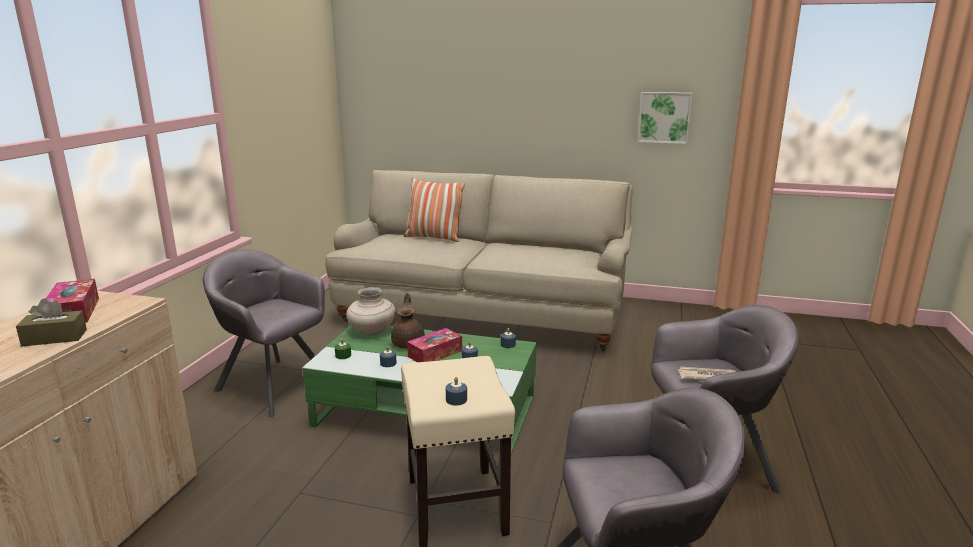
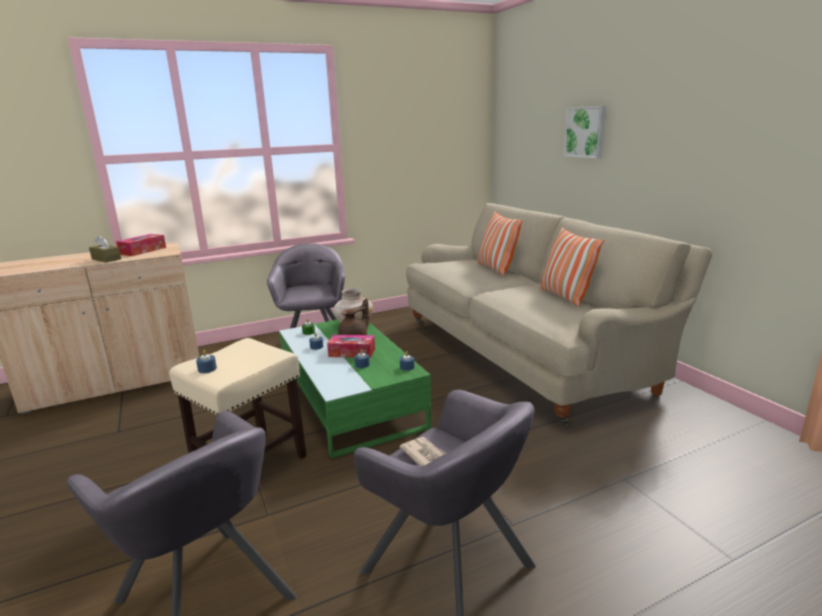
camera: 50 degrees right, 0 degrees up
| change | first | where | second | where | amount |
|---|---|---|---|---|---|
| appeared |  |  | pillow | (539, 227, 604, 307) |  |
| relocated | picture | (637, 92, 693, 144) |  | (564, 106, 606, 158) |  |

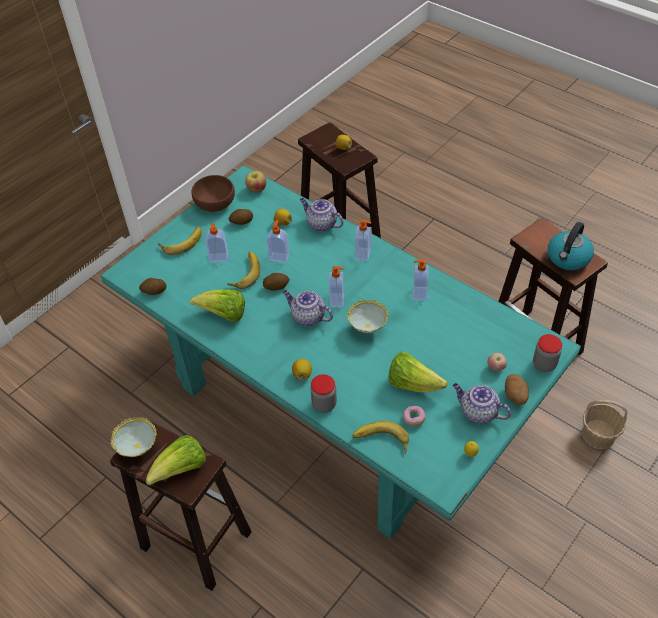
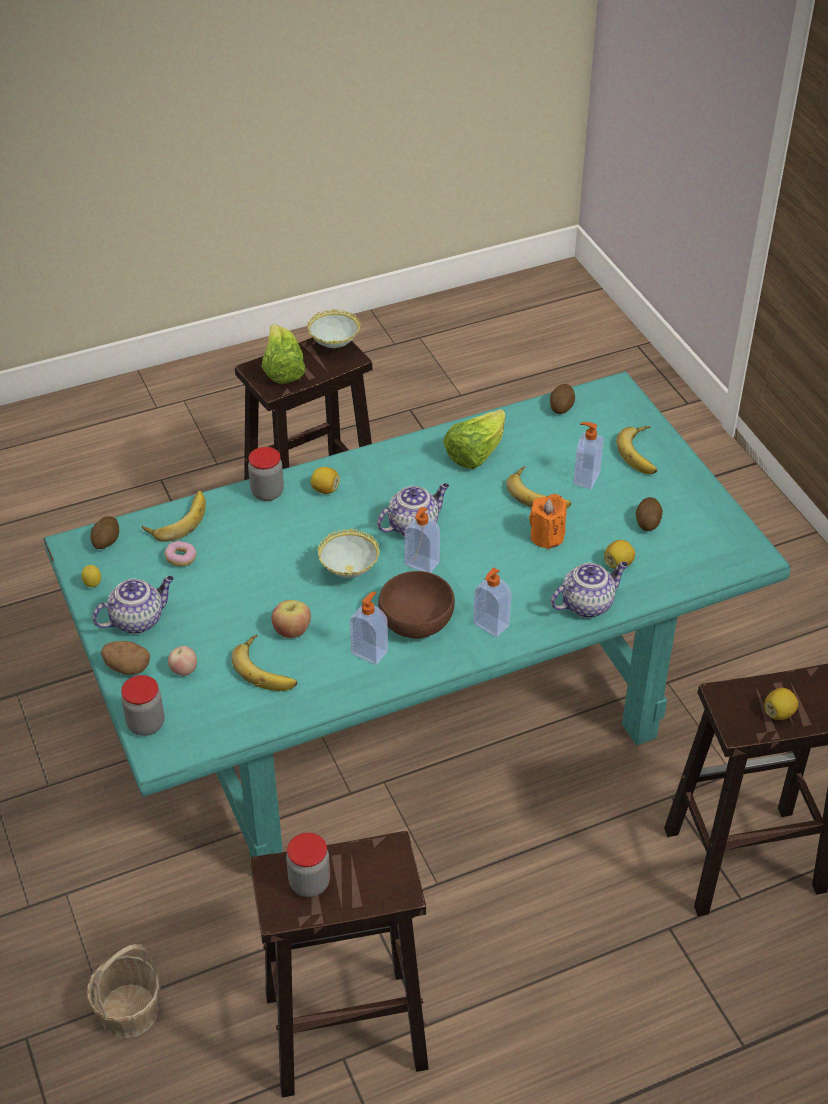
camera: 115 degrees right, 5 degrees down
| change | first | where | second | where | amount |
|---|---|---|---|---|---|
| relocated | potato | (263, 273, 289, 291) |  | (91, 516, 119, 549) |  |
| appeared |  |  | banana | (231, 634, 297, 691) |  |
| relocated | apple | (245, 171, 266, 192) |  | (272, 600, 311, 638) |  |
| exchanged | kettle | (548, 222, 594, 270) | jar | (286, 833, 330, 897) |  |
| relocated | bowl (brown) | (191, 175, 235, 212) |  | (378, 571, 455, 639) |  |
| exchanged | soap dispenser | (267, 220, 290, 263) | candle (orange) | (529, 494, 567, 549) |  |
| missing | lettuce | (388, 352, 448, 393) |  |  |  |

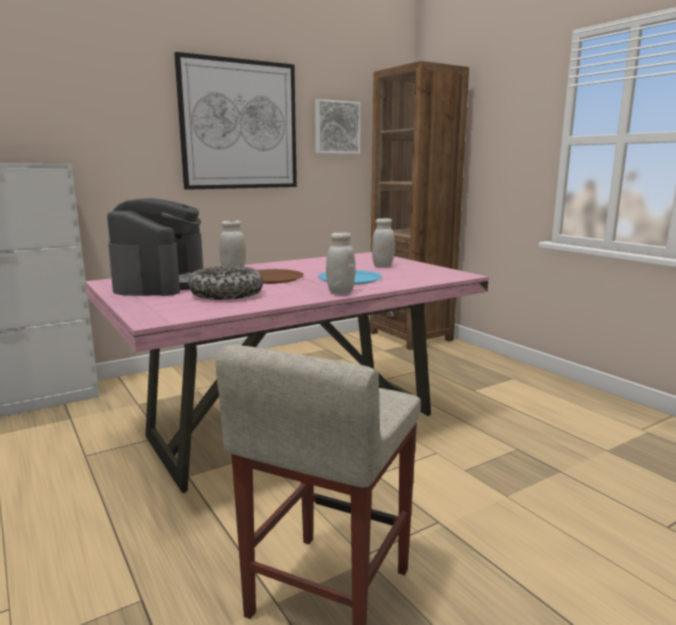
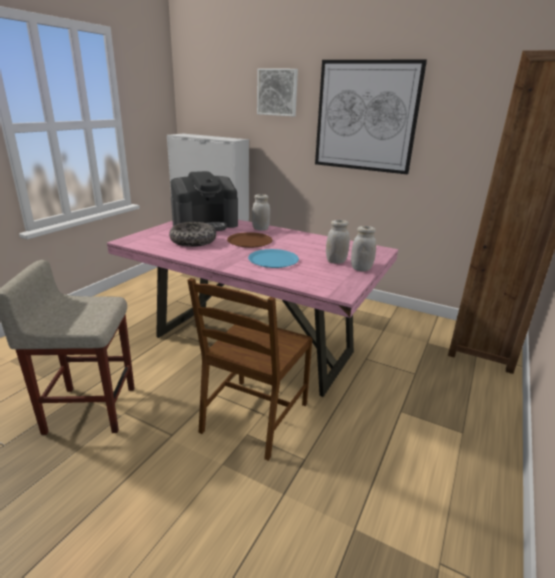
camera: 60 degrees right, 10 degrees up
| change | first | where | second | where | amount |
|---|---|---|---|---|---|
| appeared |  |  | chair (brown) | (188, 278, 313, 461) |  |
| relocated | picture | (315, 99, 361, 154) |  | (257, 68, 298, 116) |  |
| relocated | jar (white) | (326, 232, 355, 294) |  | (351, 226, 376, 271) |  |

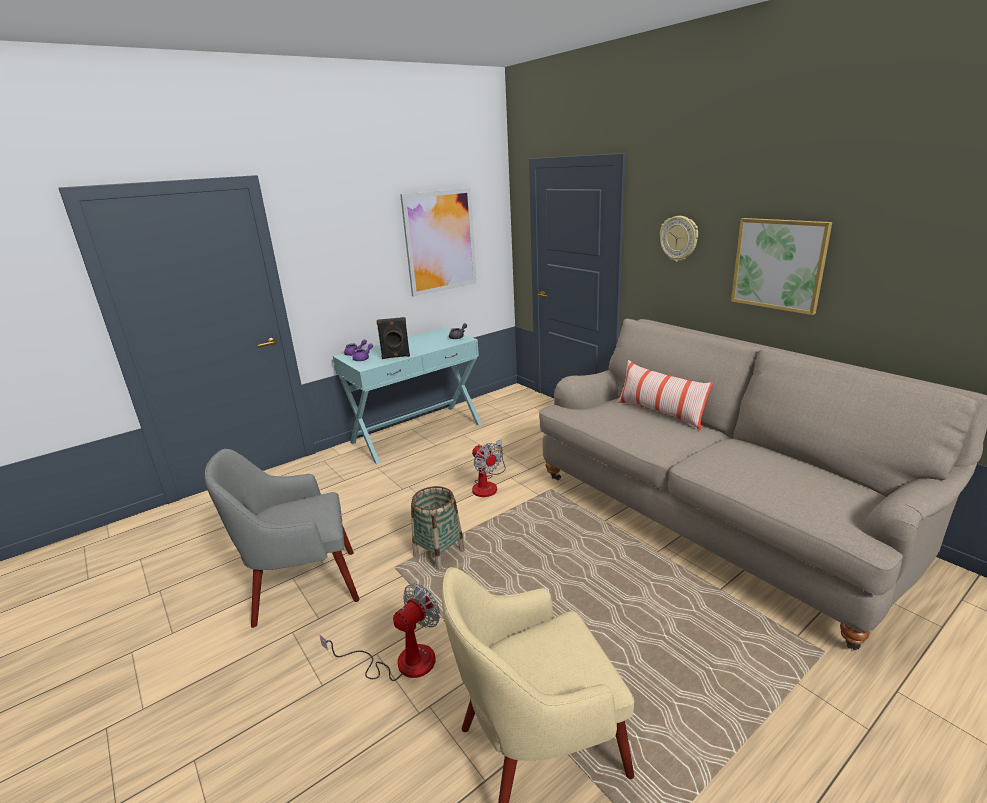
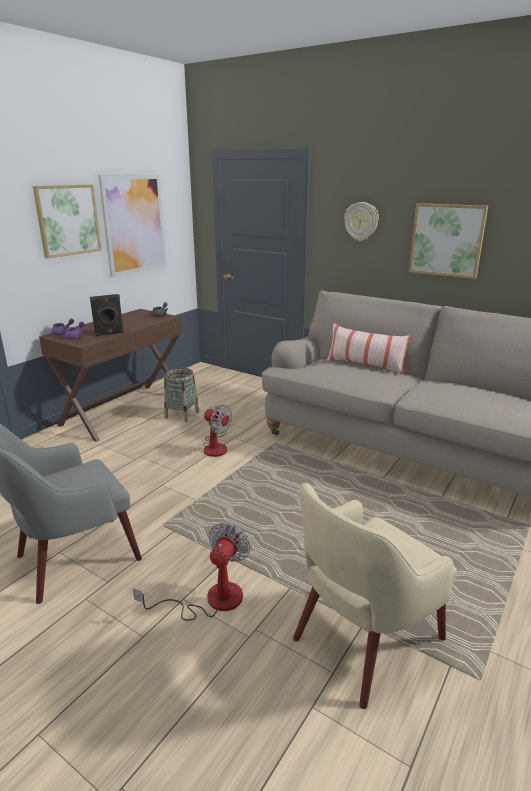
camera: 20 degrees left, 0 degrees up
| change | first | where | second | where | amount |
|---|---|---|---|---|---|
| appeared |  |  | picture | (33, 185, 101, 259) |  |
| colour | console table (turquoise) | (333, 328, 482, 464) | console table (brown) | (39, 309, 182, 442) |  |
| relocated | basket | (411, 486, 465, 570) |  | (164, 368, 199, 422) |  |

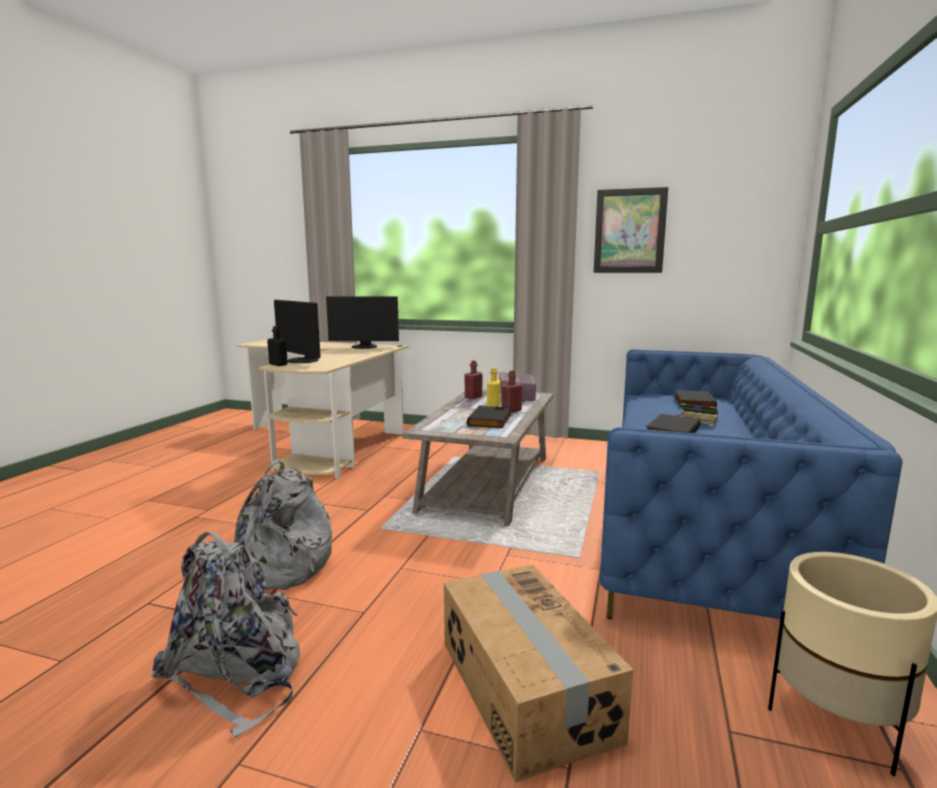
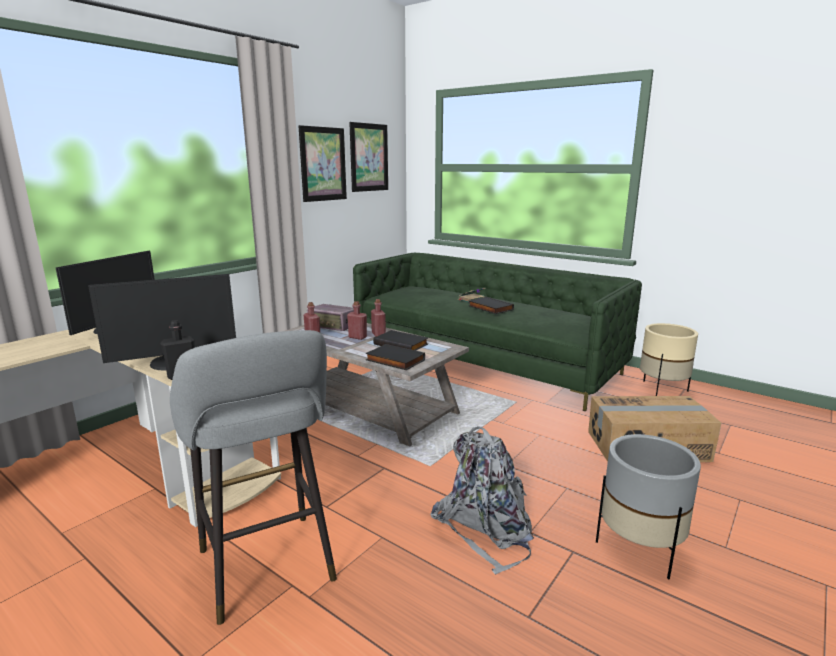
camera: 70 degrees left, 5 degrees up
| change | first | where | second | where | amount |
|---|---|---|---|---|---|
| appeared |  |  | stool (grey) | (170, 330, 337, 625) |  |
| colour | bottle (yellow) | (487, 367, 500, 407) | bottle (red) | (347, 301, 367, 340) |  |
| appeared |  |  | picture | (349, 122, 388, 192) |  |
| colour | sofa (blue) | (600, 350, 903, 619) | sofa (green) | (353, 252, 642, 411) |  |
| relocated | book (black) | (674, 390, 717, 407) |  | (365, 344, 425, 370) |  |
| exchanged | backpack (grey) | (151, 532, 300, 738) | planter (grey) | (596, 434, 701, 580) |  |

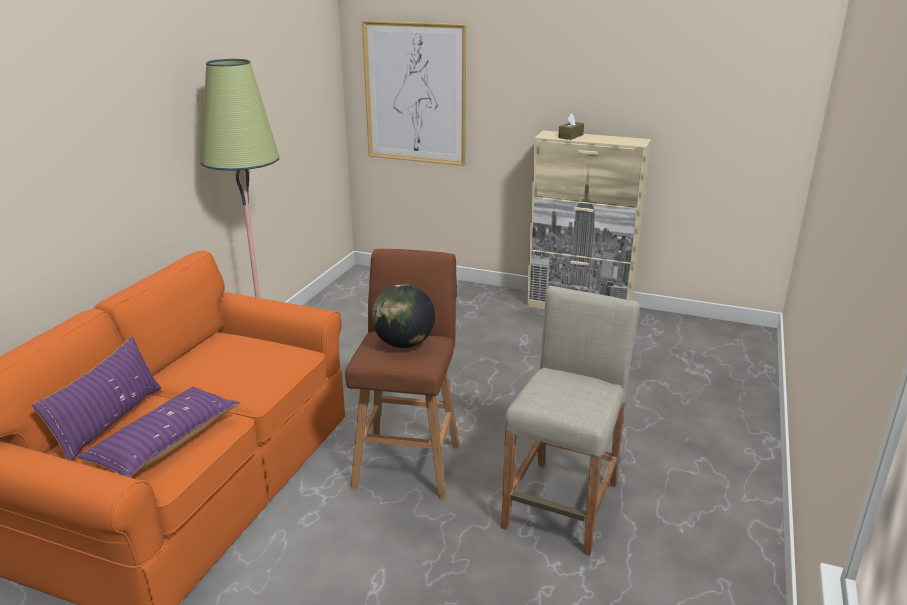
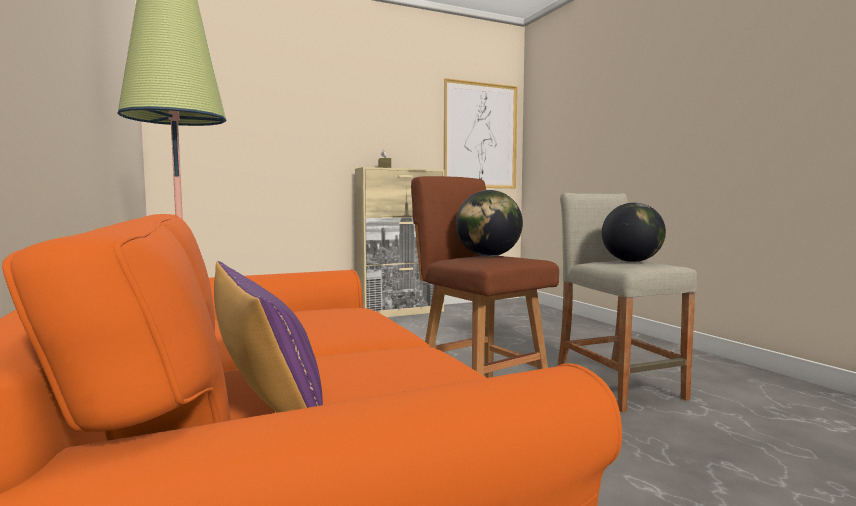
camera: 45 degrees left, 20 degrees down
| change | first | where | second | where | amount |
|---|---|---|---|---|---|
| relocated | picture | (362, 21, 466, 166) |  | (444, 78, 518, 188) |  |
| appeared |  |  | globe | (602, 203, 666, 262) |  |
| missing | pillow (purple) | (77, 387, 240, 477) |  |  |  |

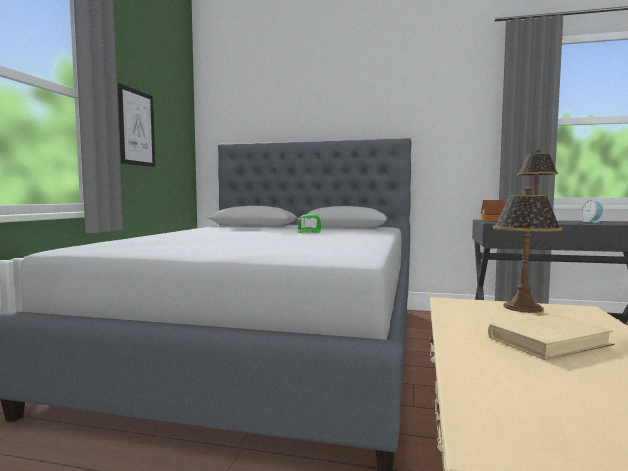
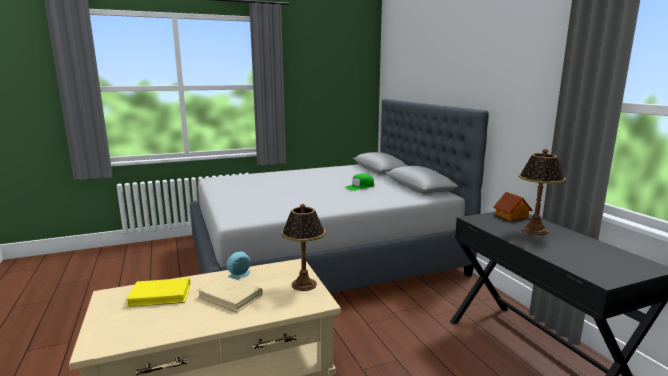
camera: 55 degrees right, 10 degrees up
| change | first | where | second | where | amount |
|---|---|---|---|---|---|
| appeared |  |  | book (yellow) | (126, 278, 190, 307) |  |
| relocated | alarm clock | (582, 200, 603, 223) |  | (227, 251, 250, 279) |  |
| missing | picture | (118, 83, 155, 167) |  |  |  |

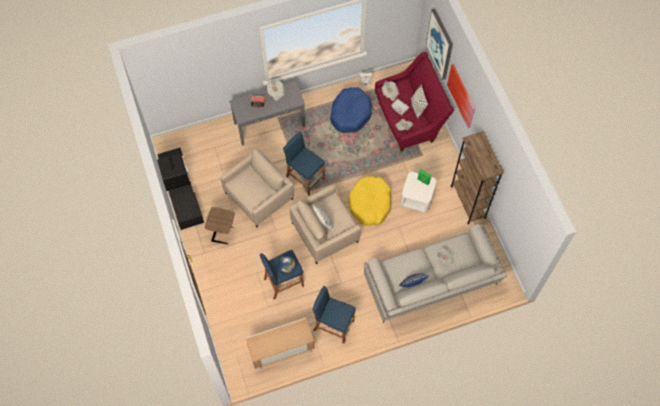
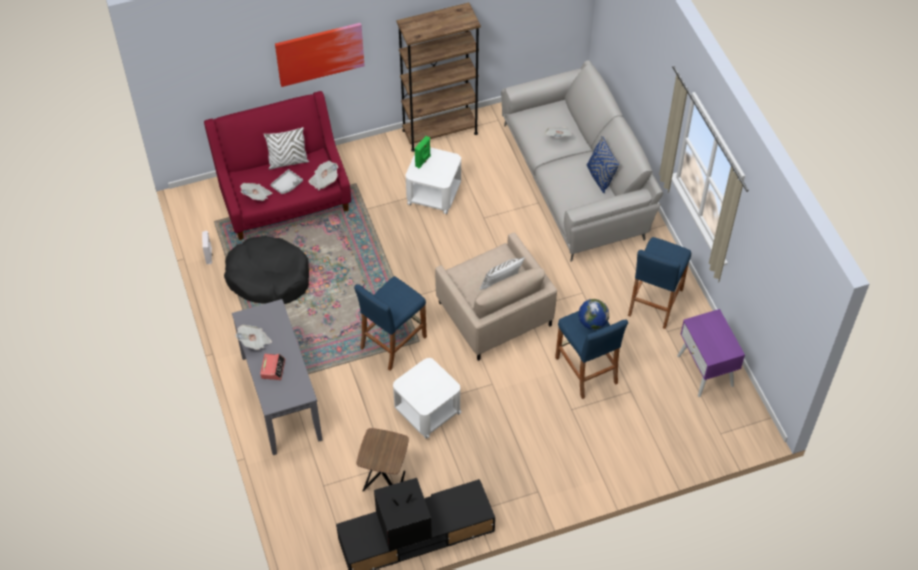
camera: 90 degrees left, 10 degrees down
| change | first | where | second | where | amount |
|---|---|---|---|---|---|
| colour | dog bed (blue) | (330, 87, 372, 133) | dog bed (black) | (224, 236, 309, 304) |  |
| relocated | side table (brown) | (205, 207, 235, 244) |  | (356, 428, 409, 492) |  |
| exchanged | armchair (beige) | (220, 148, 294, 227) | side table (white) | (393, 358, 462, 439) |  |
| exchanged | cabinet | (246, 318, 315, 371) | nightstand (purple) | (677, 309, 745, 397) |  |
| missing | dog bed (yellow) | (348, 176, 391, 226) |  |  |  |
| missing | picture | (426, 8, 453, 80) |  |  |  |

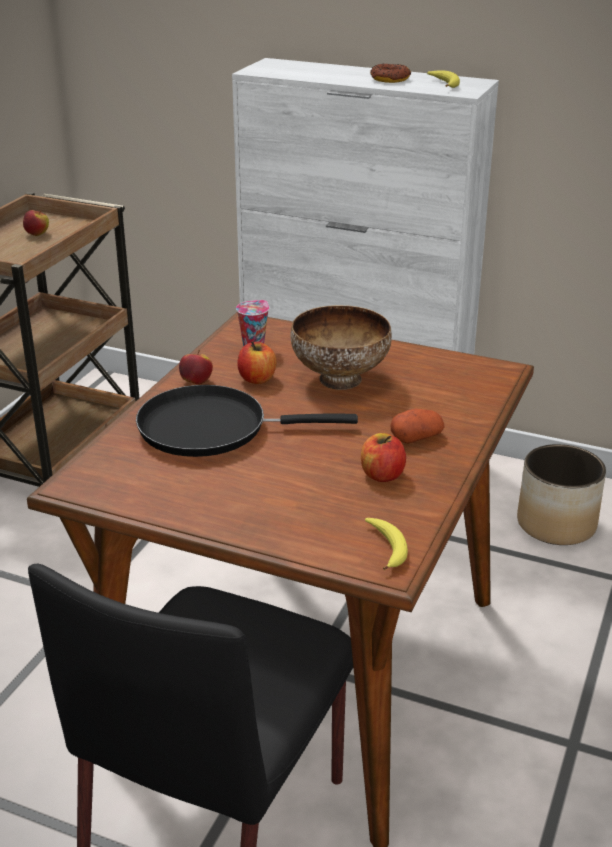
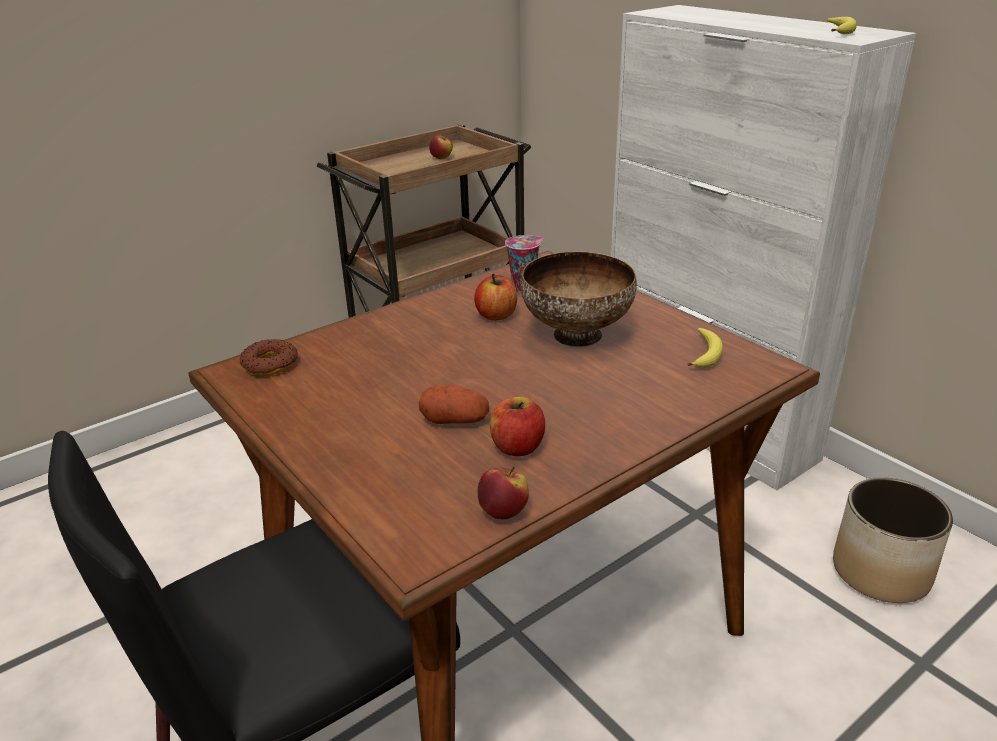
camera: 30 degrees right, 0 degrees up
| change | first | where | second | where | amount |
|---|---|---|---|---|---|
| relocated | donut | (370, 64, 411, 83) |  | (240, 339, 298, 376) |  |
| relocated | potato | (391, 409, 444, 444) |  | (419, 385, 489, 424) |  |
| relocated | apple | (179, 350, 213, 384) |  | (478, 467, 529, 519) |  |
| relocated | banana | (365, 518, 408, 570) |  | (687, 328, 723, 367) |  |
| missing | frying pan (black) | (136, 385, 358, 457) |  |  |  |

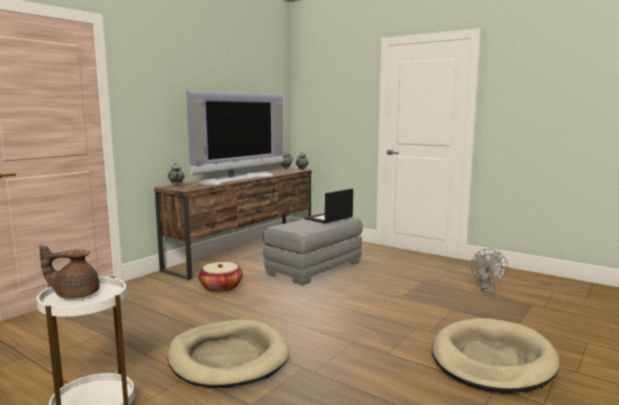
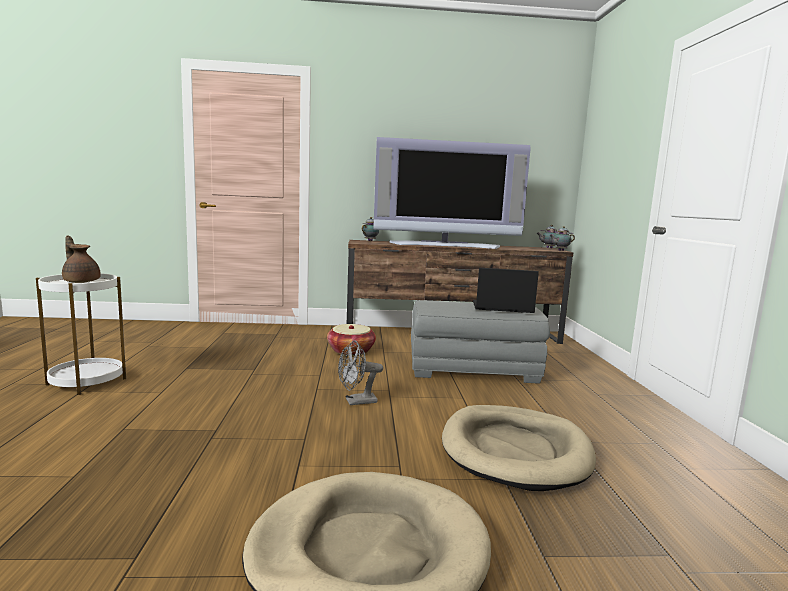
camera: 50 degrees right, 0 degrees up
| change | first | where | second | where | amount |
|---|---|---|---|---|---|
| relocated | fan (grey) | (471, 249, 508, 293) |  | (338, 340, 383, 405) |  |
| relocated | dog bed (beige) | (167, 319, 290, 388) |  | (442, 405, 596, 491) |  |

